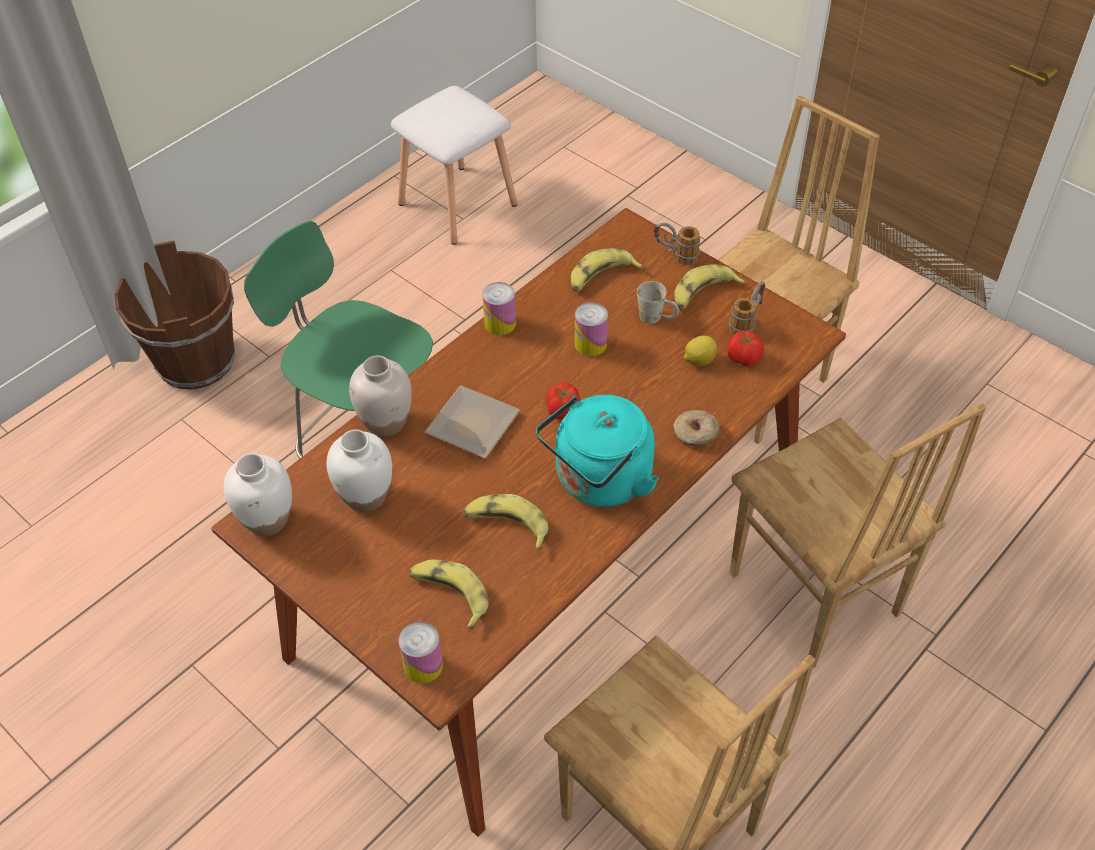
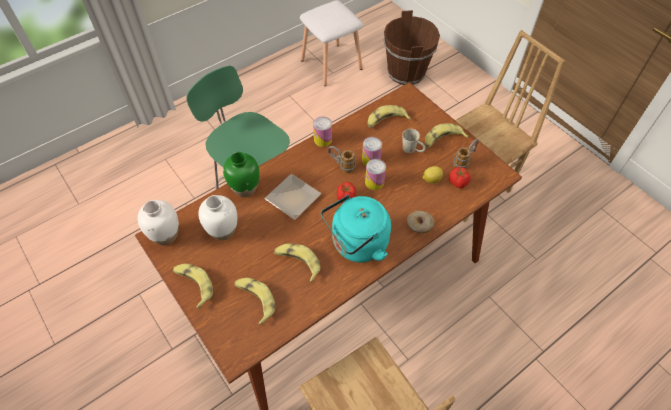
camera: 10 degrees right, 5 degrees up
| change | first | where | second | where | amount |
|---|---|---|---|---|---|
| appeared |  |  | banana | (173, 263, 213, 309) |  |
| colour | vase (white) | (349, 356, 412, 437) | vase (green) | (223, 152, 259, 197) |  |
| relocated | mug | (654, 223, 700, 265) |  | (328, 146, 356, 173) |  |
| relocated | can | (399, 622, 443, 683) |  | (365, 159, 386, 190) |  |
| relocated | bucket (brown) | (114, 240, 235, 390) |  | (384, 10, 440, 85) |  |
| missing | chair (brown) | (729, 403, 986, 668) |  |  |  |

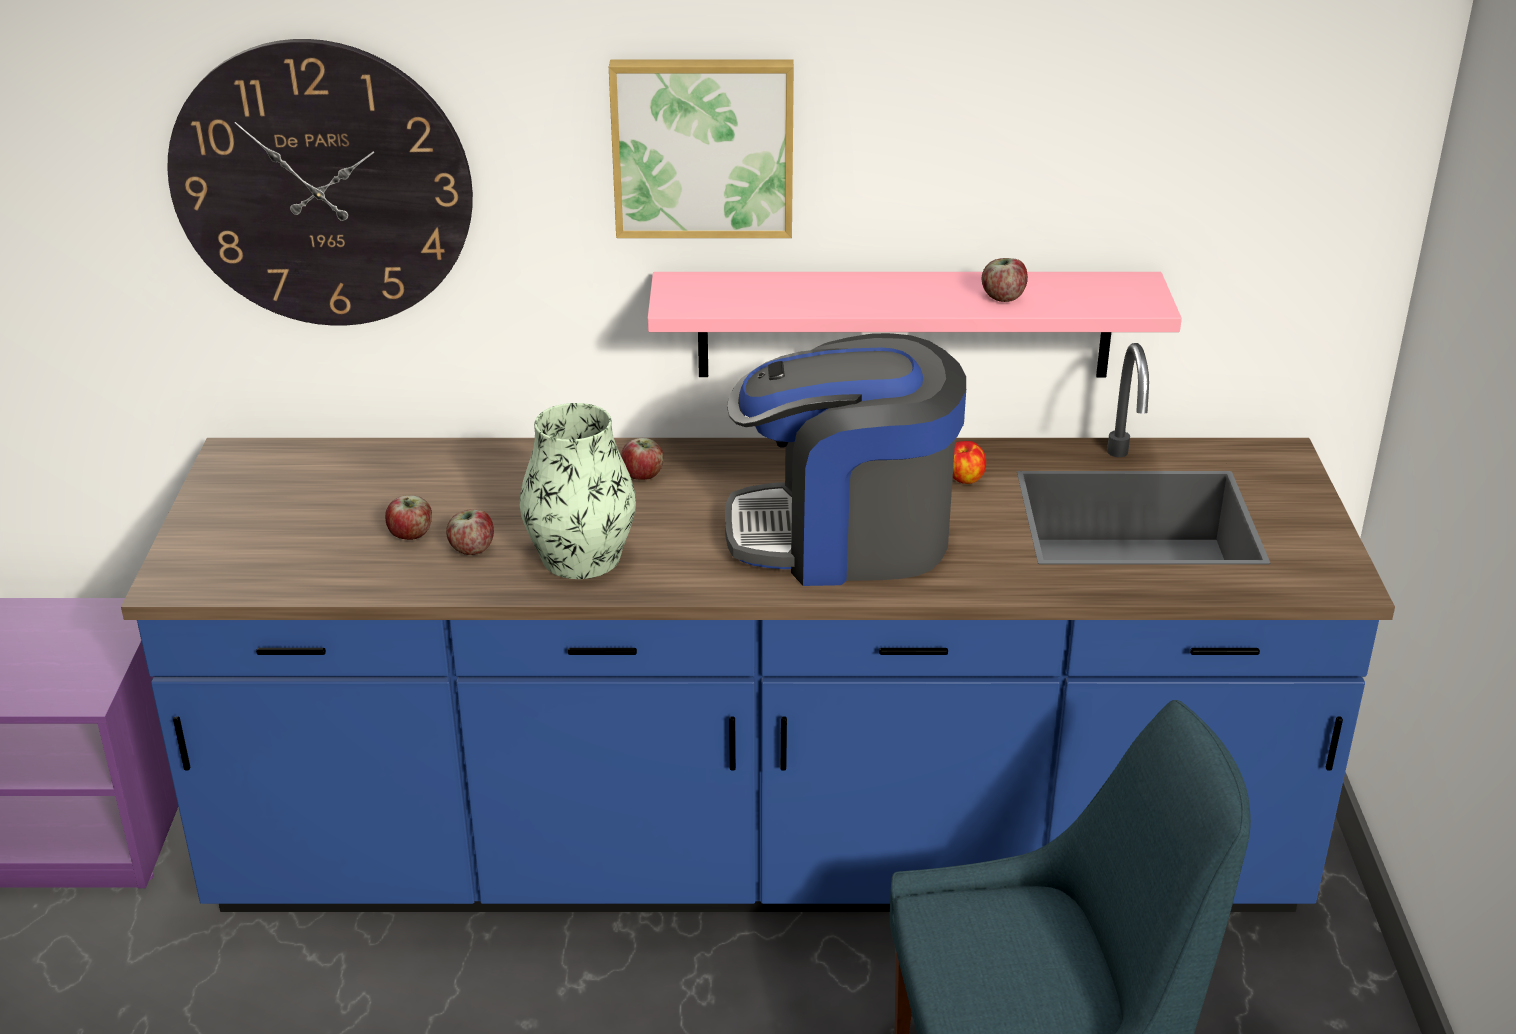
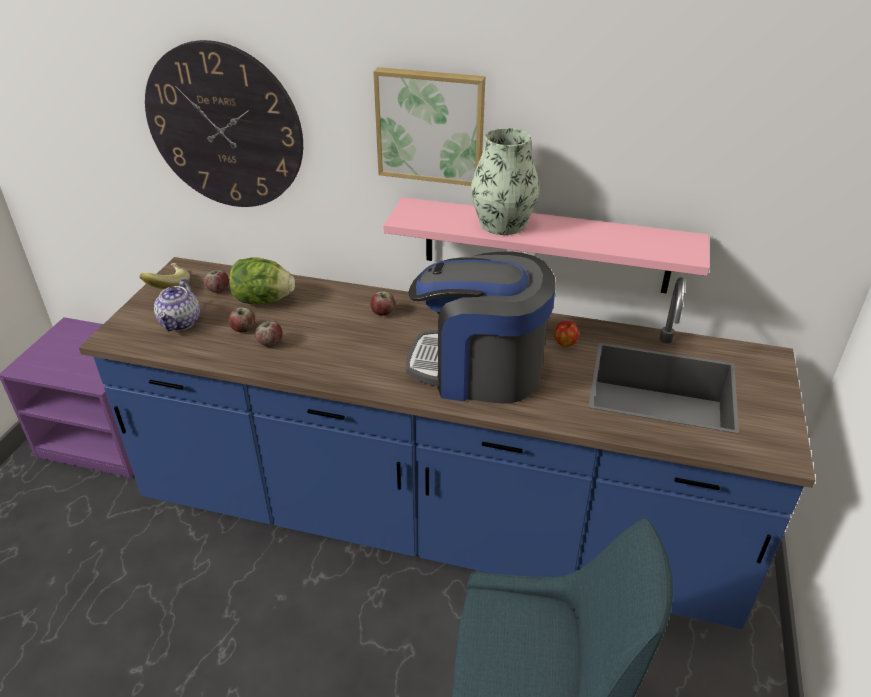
camera: 15 degrees right, 5 degrees up
| change | first | where | second | where | amount |
|---|---|---|---|---|---|
| appeared |  |  | banana | (139, 263, 190, 289) |  |
| appeared |  |  | teapot | (154, 279, 200, 331) |  |
| relocated | apple | (982, 258, 1028, 302) |  | (203, 270, 229, 293) |  |
| appeared |  |  | lettuce | (230, 257, 295, 304) |  |
| relocated | vase | (519, 403, 636, 579) |  | (471, 128, 539, 235) |  |

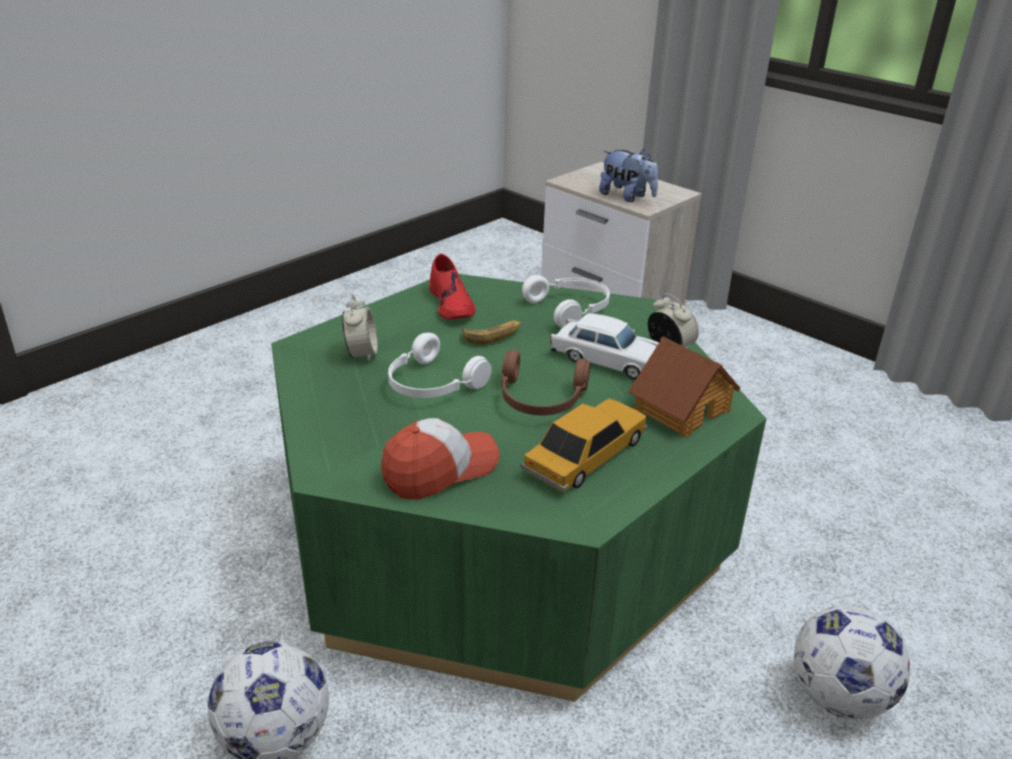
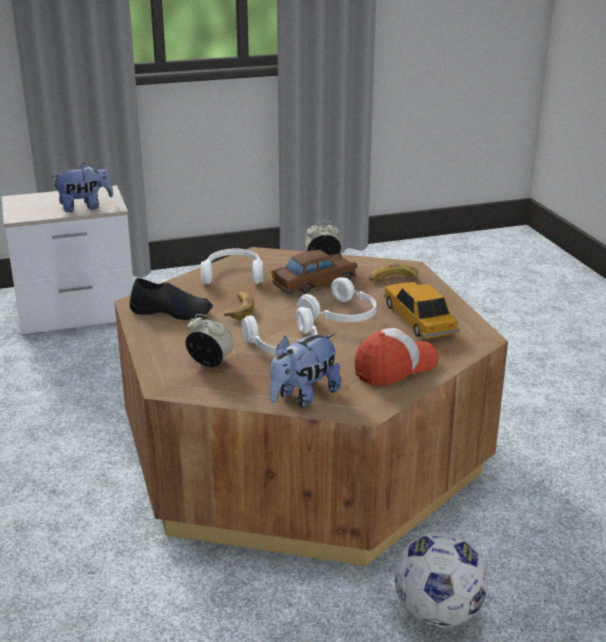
camera: 60 degrees left, 5 degrees down
| change | first | where | second | where | amount |
|---|---|---|---|---|---|
| colour | coffee table (green) | (271, 274, 766, 702) | coffee table (brown) | (114, 247, 508, 566) |  |
| colour | shoe (red) | (429, 254, 475, 319) | shoe (black) | (130, 278, 213, 320) |  |
| appeared |  |  | plush toy | (270, 333, 341, 407) |  |
| colour | toy car (white) | (550, 313, 659, 380) | toy car (brown) | (272, 250, 357, 294) |  |
| colour | headphones (brown) | (502, 350, 590, 416) | headphones (white) | (296, 277, 376, 322) |  |
| spun | cap | (381, 418, 499, 500) |  | (354, 328, 438, 386) | 60 degrees clockwise |
| exchanged | toy house | (629, 336, 740, 437) | banana | (369, 264, 418, 281) |  |
| missing | football | (794, 605, 910, 720) |  |  |  |

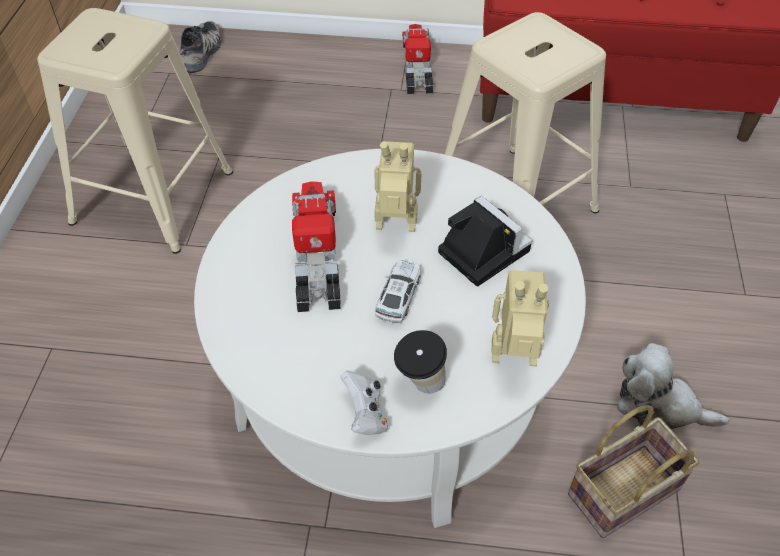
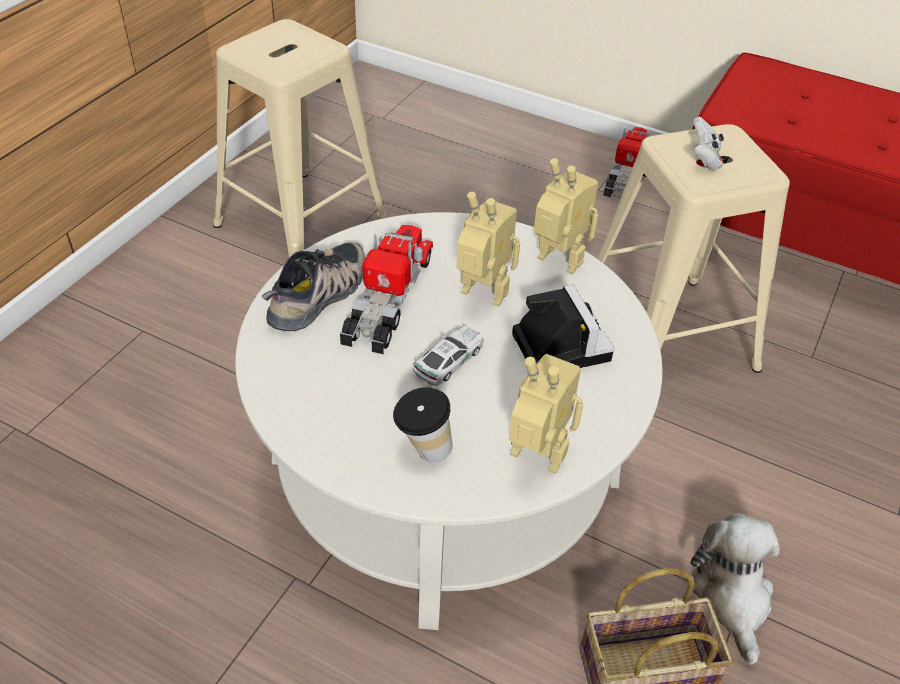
camera: 20 degrees right, 5 degrees down
| change | first | where | second | where | amount |
|---|---|---|---|---|---|
| relocated | shoe | (179, 21, 222, 73) |  | (262, 242, 365, 331) |  |
| appeared |  |  | toy robot | (534, 158, 598, 274) |  |
| spun | plush toy | (617, 343, 729, 429) |  | (690, 513, 780, 665) | 45 degrees clockwise |
| relocated | game controller (white) | (340, 370, 388, 435) |  | (693, 117, 724, 170) |  |

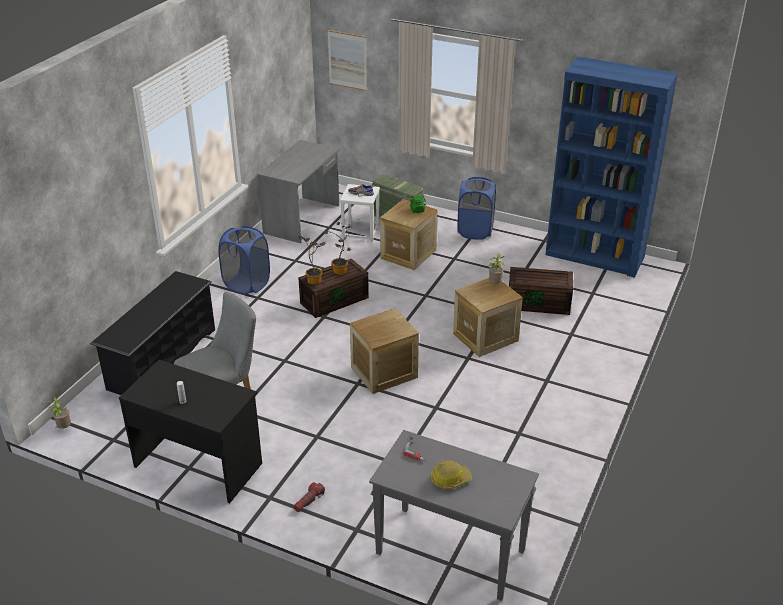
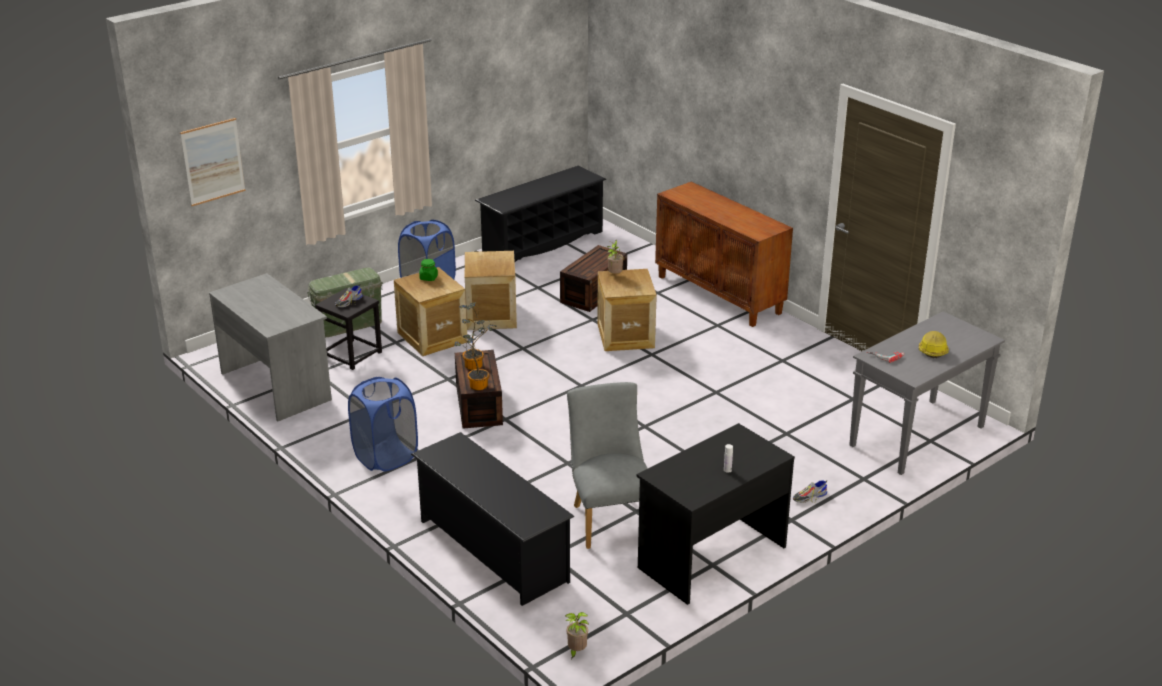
camera: 65 degrees left, 5 degrees down
| change | first | where | second | where | amount |
|---|---|---|---|---|---|
| colour | stool (white) | (340, 184, 380, 242) | stool (black) | (315, 288, 382, 370) |  |
| relocated | crate | (350, 308, 419, 394) |  | (465, 251, 517, 330) |  |
| exchanged | bookcase (blue) | (545, 57, 678, 278) | shoe rack (black) | (475, 166, 606, 262) |  |
| appeared |  |  | cabinet (brown) | (655, 182, 793, 327) |  |
| exchanged | flashlight | (293, 482, 325, 512) | shoe | (793, 480, 827, 503) |  |

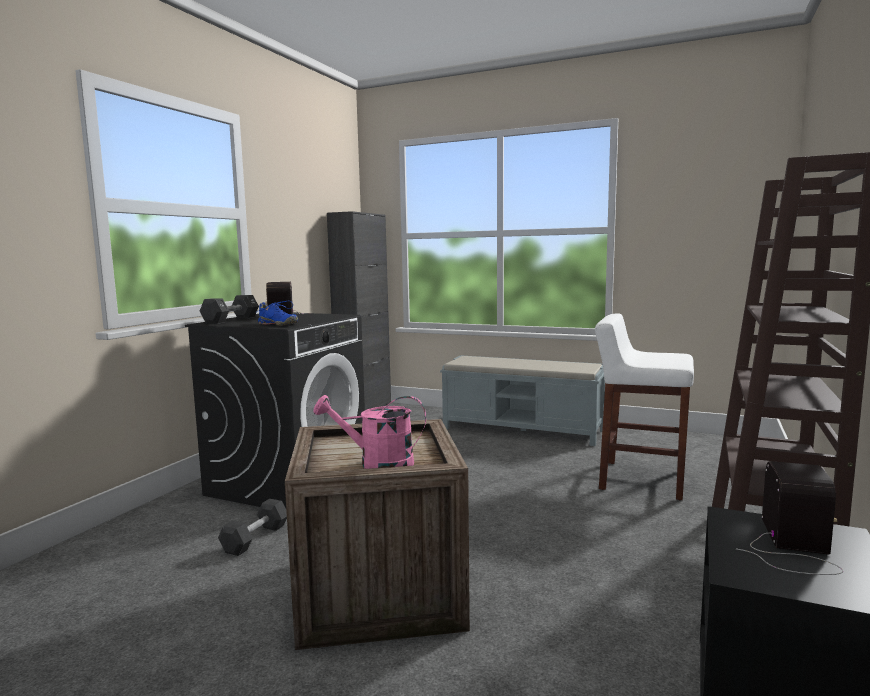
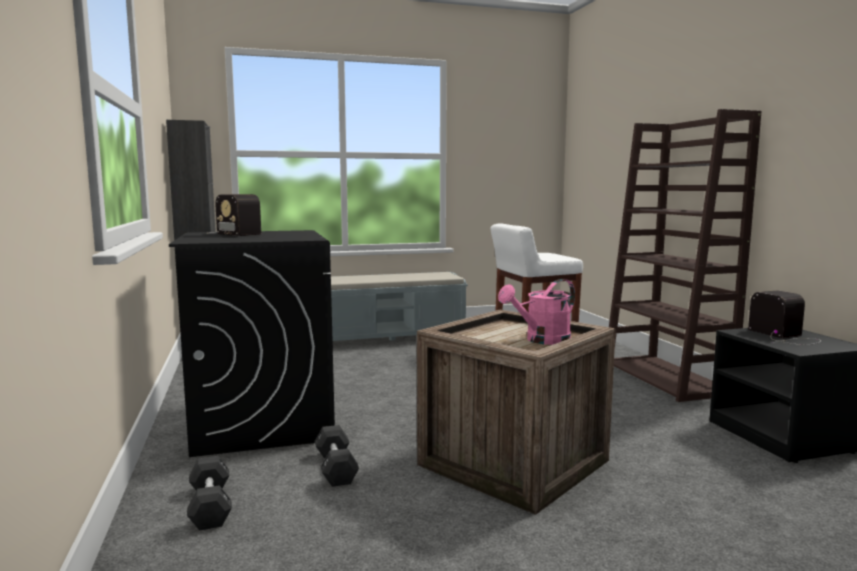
camera: 40 degrees left, 0 degrees up
| change | first | where | second | where | amount |
|---|---|---|---|---|---|
| relocated | dumbbell (black) | (200, 295, 259, 324) |  | (187, 456, 232, 531) |  |
| missing | shoe (blue) | (255, 301, 298, 326) |  |  |  |

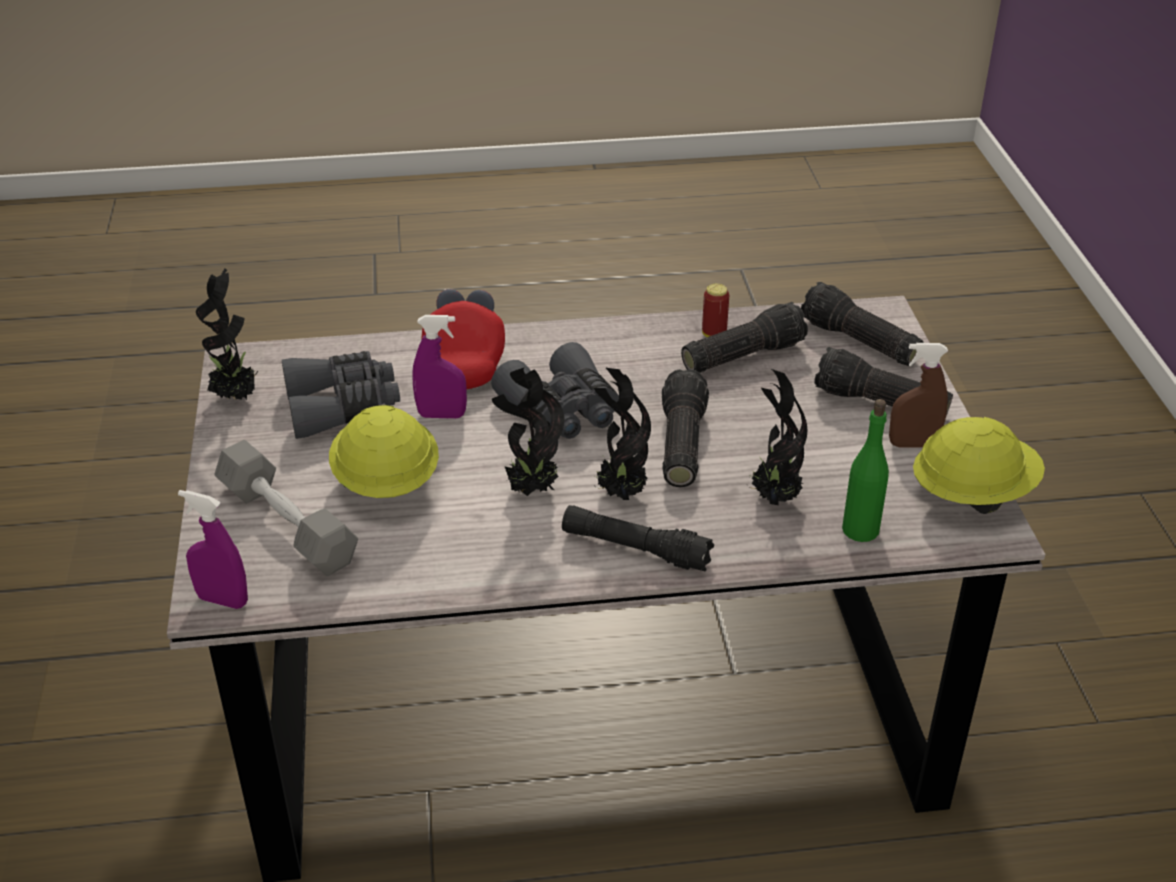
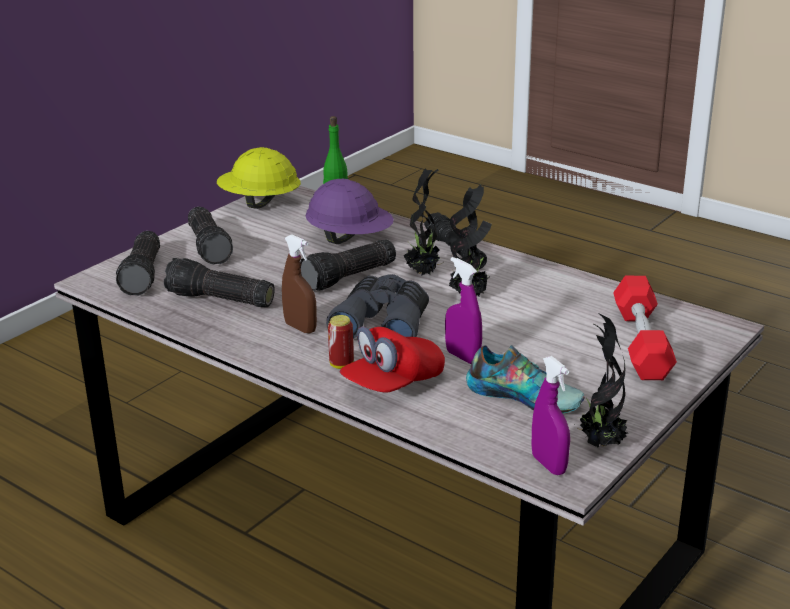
camera: 135 degrees left, 10 degrees down
| change | first | where | second | where | amount |
|---|---|---|---|---|---|
| relocated | spray bottle (brown) | (889, 343, 948, 447) |  | (282, 234, 317, 334) |  |
| exchanged | potted plant | (747, 369, 807, 505) | hard hat (purple) | (305, 179, 394, 244) |  |
| relocated | can | (702, 283, 729, 337) |  | (328, 315, 354, 369) |  |
| exchanged | binoculars (grey) | (282, 351, 400, 439) | shoe | (466, 345, 585, 413) |  |
| relocated | spray bottle (purple) | (178, 490, 248, 609) |  | (532, 356, 570, 475) |  |
| colour | dumbbell (grey) | (214, 440, 358, 576) | dumbbell (red) | (613, 276, 677, 380) |  |
| missing | hard hat (yellow) | (329, 405, 439, 498) |  |  |  |

